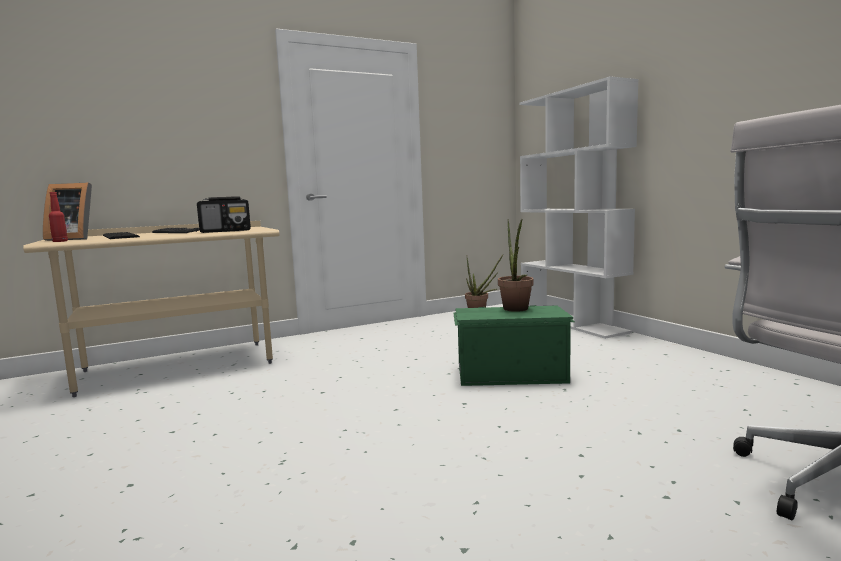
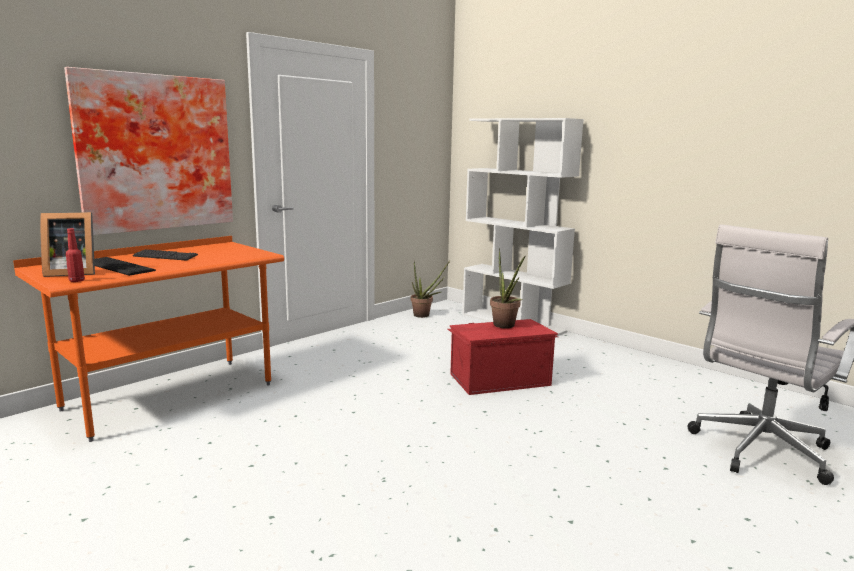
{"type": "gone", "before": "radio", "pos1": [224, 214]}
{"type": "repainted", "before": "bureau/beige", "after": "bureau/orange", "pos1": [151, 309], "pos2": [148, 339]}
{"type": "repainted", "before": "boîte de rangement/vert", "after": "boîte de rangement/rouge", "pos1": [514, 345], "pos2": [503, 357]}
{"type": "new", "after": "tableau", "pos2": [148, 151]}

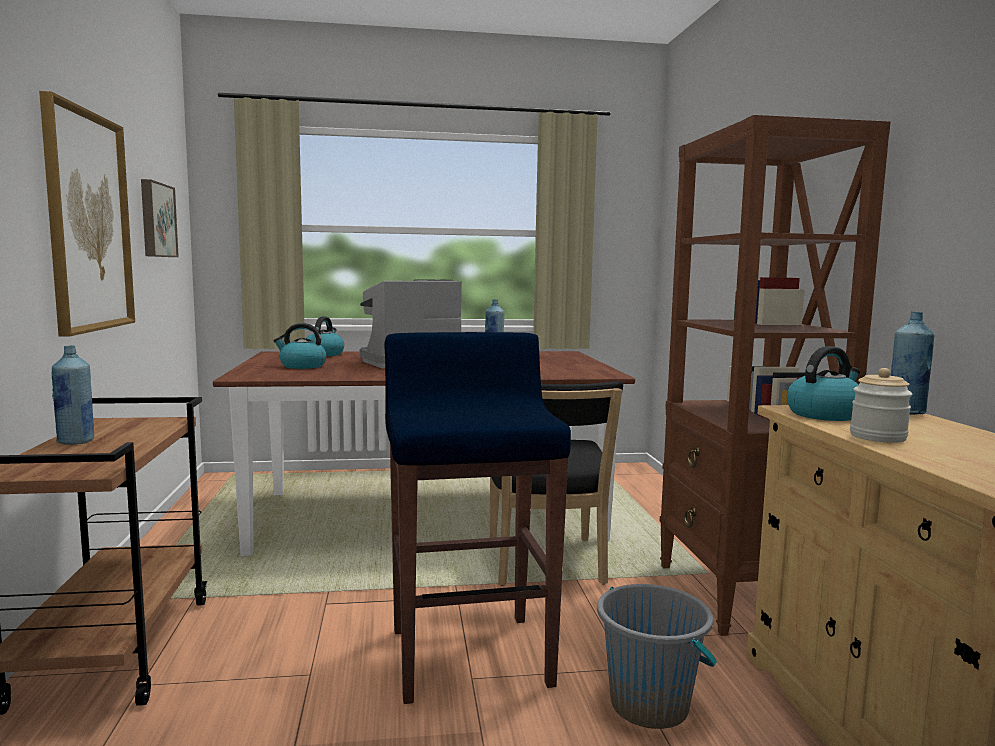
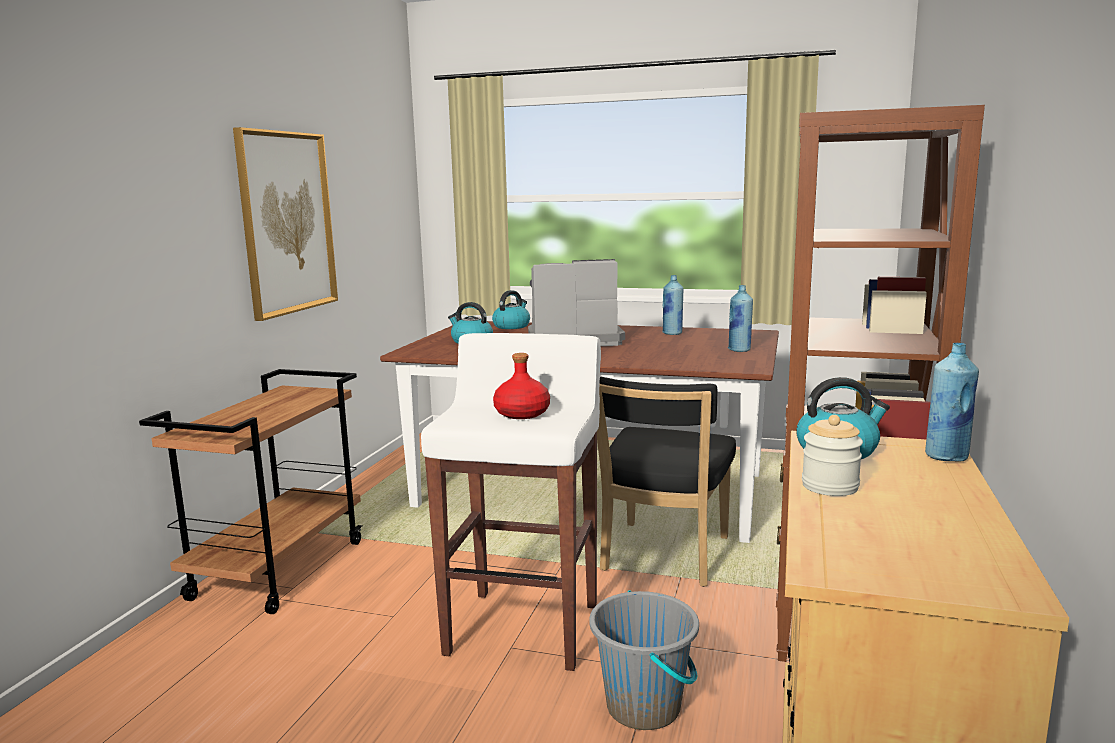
{"type": "gone", "before": "tableau", "pos1": [160, 218]}
{"type": "repainted", "before": "tabouret/bleu", "after": "tabouret/blanc", "pos1": [477, 518], "pos2": [511, 502]}
{"type": "shifted", "before": "bouteille/bleu", "pos1": [73, 395], "pos2": [740, 318]}
{"type": "new", "after": "bouteille/rouge", "pos2": [521, 386]}

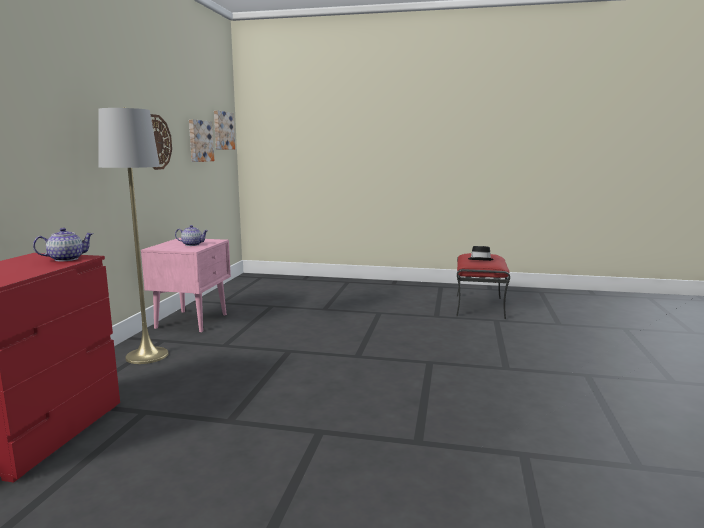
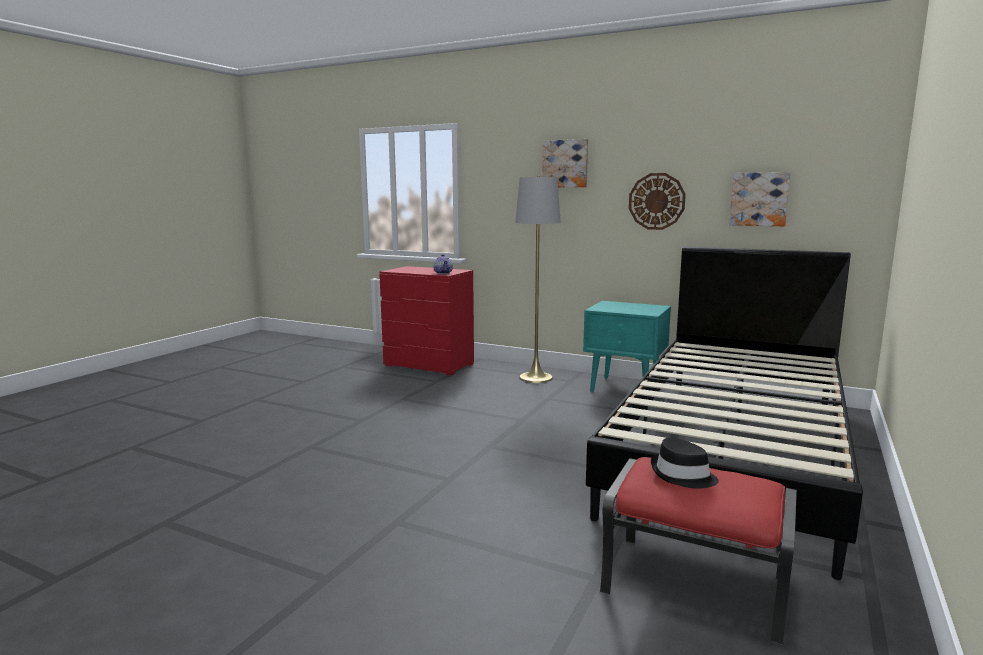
{"type": "shifted", "before": "tableau", "pos1": [224, 129], "pos2": [565, 163]}
{"type": "gone", "before": "théière", "pos1": [191, 235]}
{"type": "repainted", "before": "table de chevet/rose", "after": "table de chevet/turquoise", "pos1": [186, 285], "pos2": [627, 346]}
{"type": "new", "after": "lit/noir", "pos2": [724, 413]}

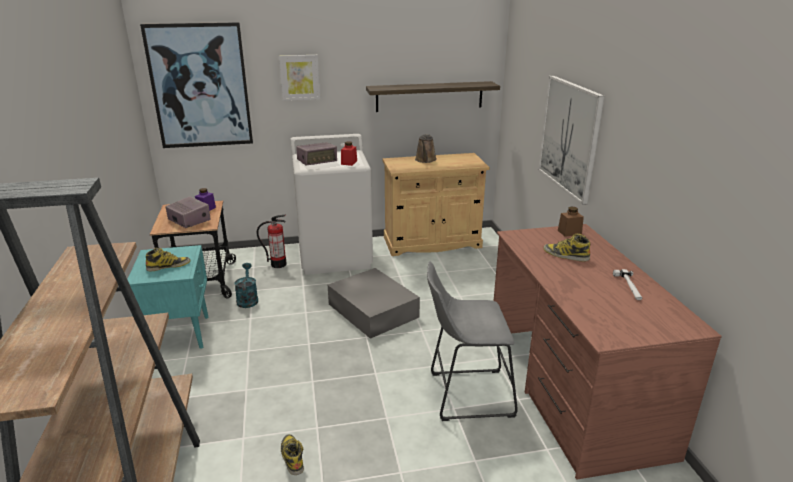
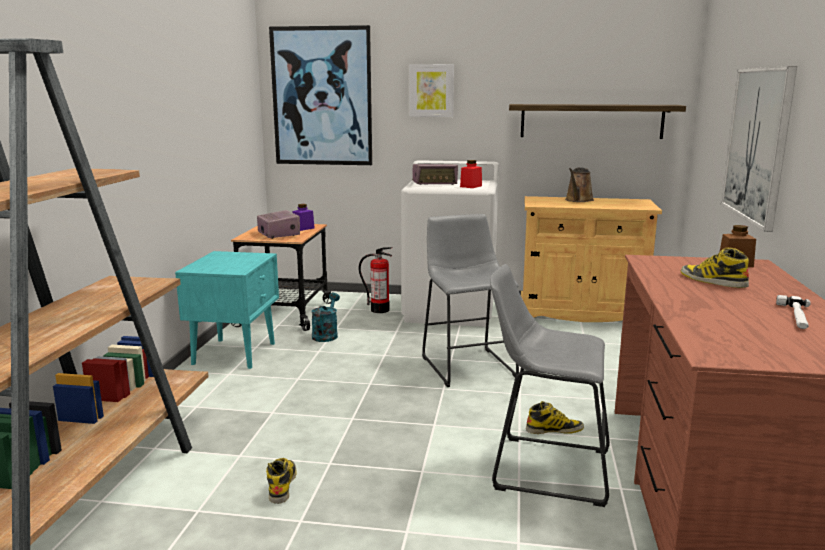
{"type": "shifted", "before": "botte", "pos1": [168, 259], "pos2": [555, 417]}
{"type": "swapped", "before": "boîte de rangement/gris", "after": "tabouret/gris", "pos1": [374, 303], "pos2": [470, 300]}

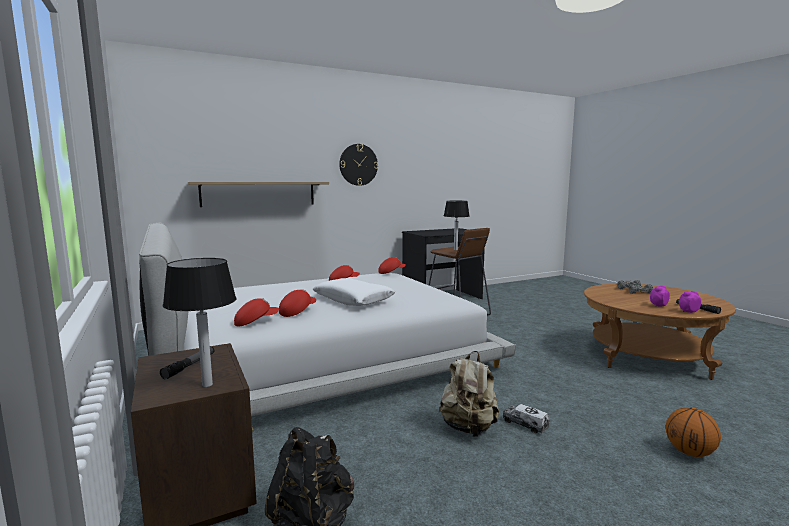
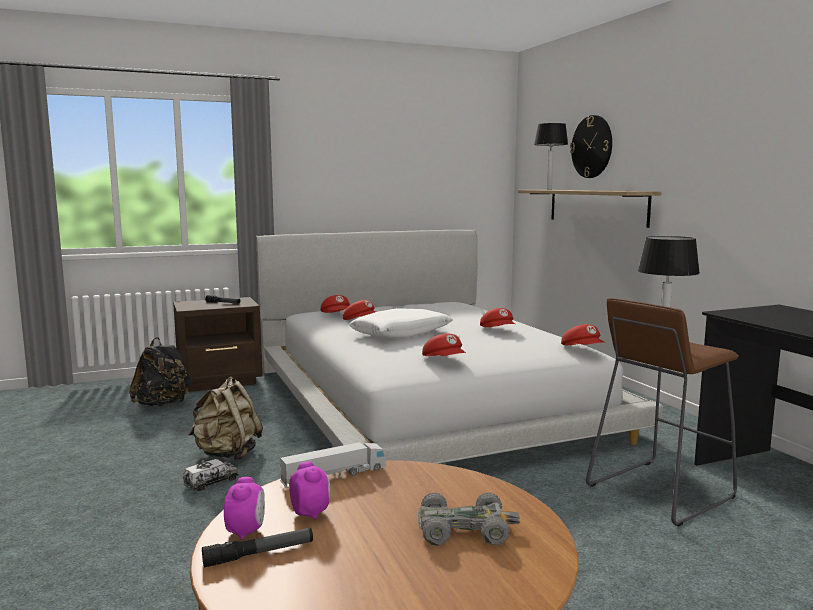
{"type": "shifted", "before": "horloge murale", "pos1": [358, 165], "pos2": [591, 146]}
{"type": "shifted", "before": "lampe de table", "pos1": [199, 322], "pos2": [551, 156]}
{"type": "gone", "before": "ballon de basket", "pos1": [693, 432]}
{"type": "new", "after": "casquette/rouge", "pos2": [444, 345]}
{"type": "new", "after": "camion jouet", "pos2": [333, 464]}

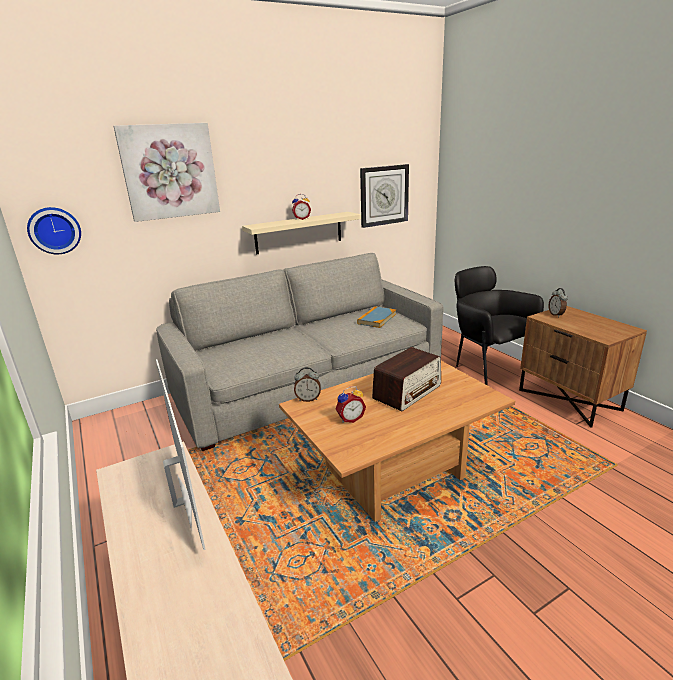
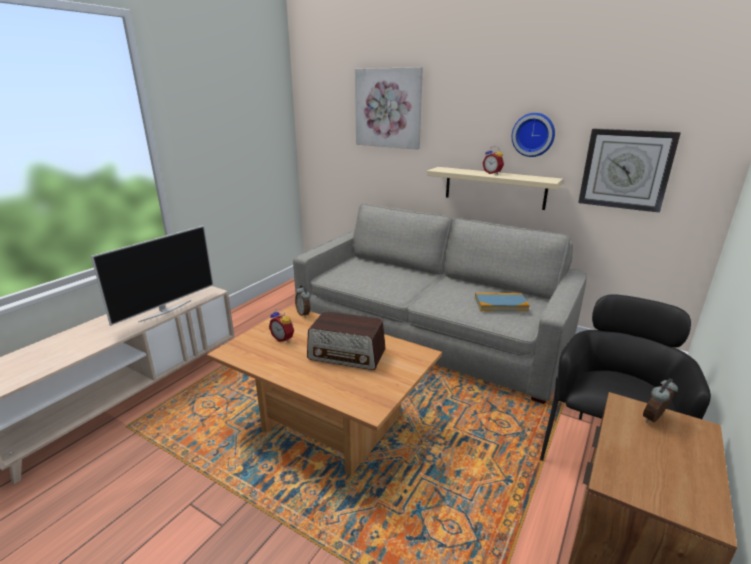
{"type": "shifted", "before": "horloge murale", "pos1": [54, 230], "pos2": [533, 135]}

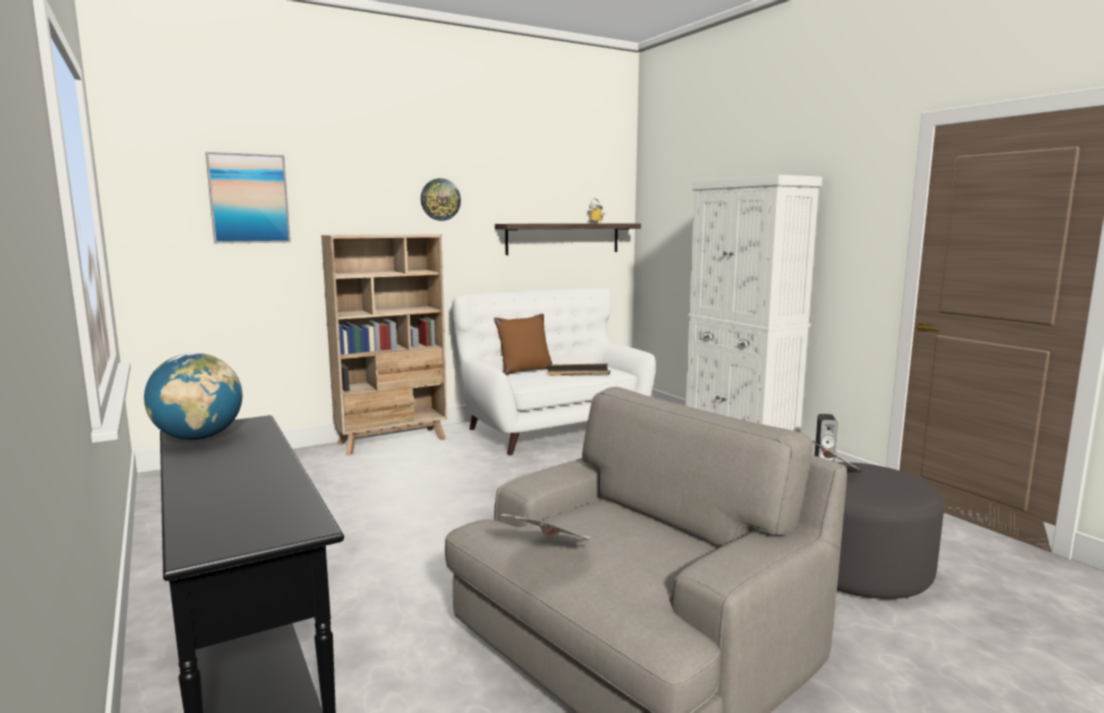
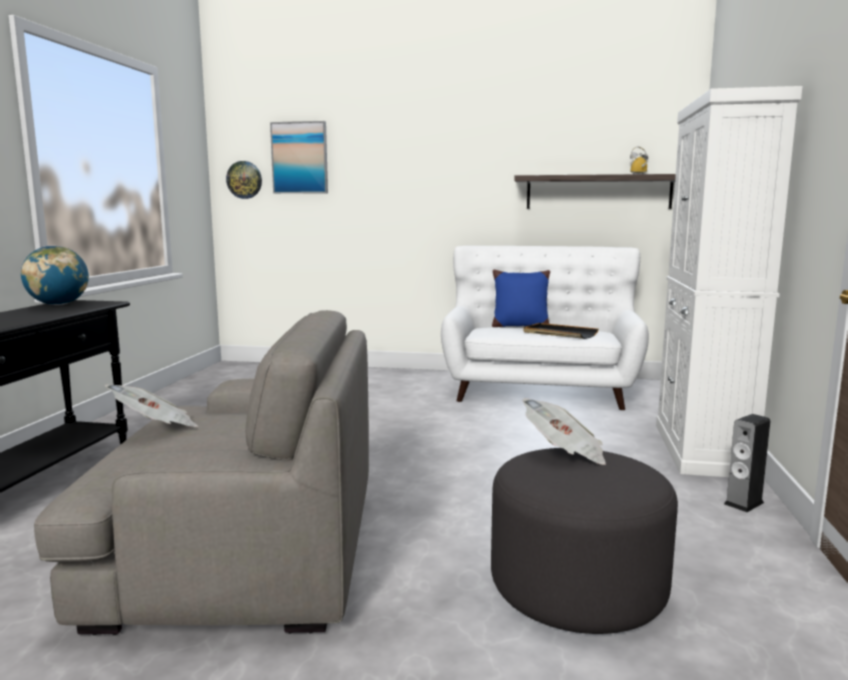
{"type": "shifted", "before": "horloge murale", "pos1": [441, 199], "pos2": [244, 180]}
{"type": "gone", "before": "bibliothèque/beige", "pos1": [384, 344]}
{"type": "repainted", "before": "coussin/marron", "after": "coussin/bleu", "pos1": [523, 344], "pos2": [521, 298]}

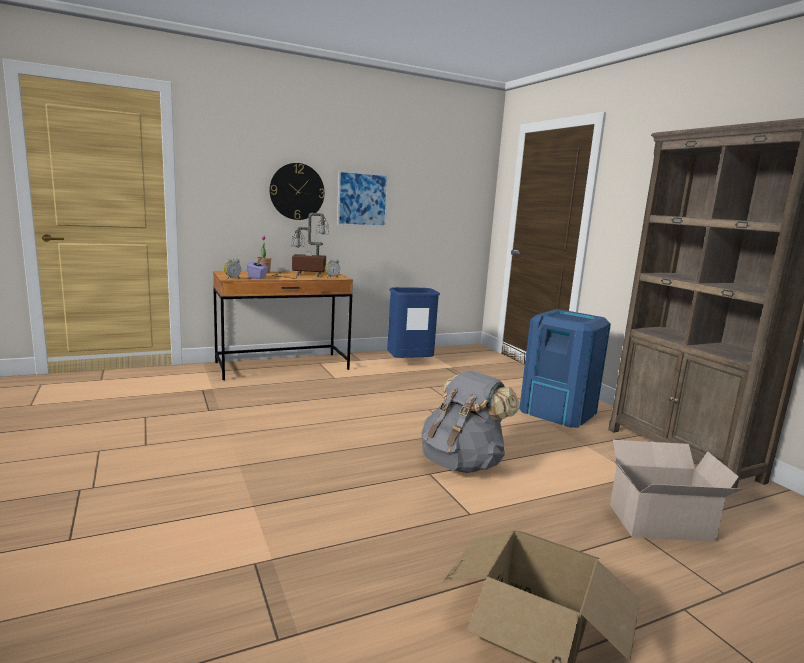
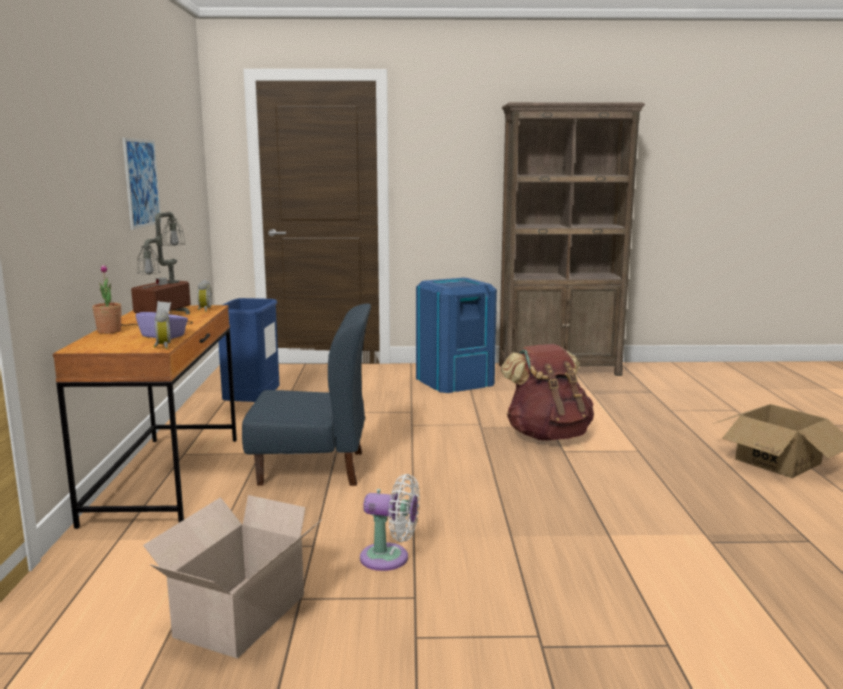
{"type": "gone", "before": "horloge murale", "pos1": [297, 191]}
{"type": "repainted", "before": "sac à dos/gris", "after": "sac à dos/marron", "pos1": [470, 422], "pos2": [547, 392]}
{"type": "shifted", "before": "carton", "pos1": [674, 491], "pos2": [232, 577]}
{"type": "new", "after": "chaise/bleu", "pos2": [306, 395]}
{"type": "new", "after": "ventilateur/blanc", "pos2": [390, 522]}

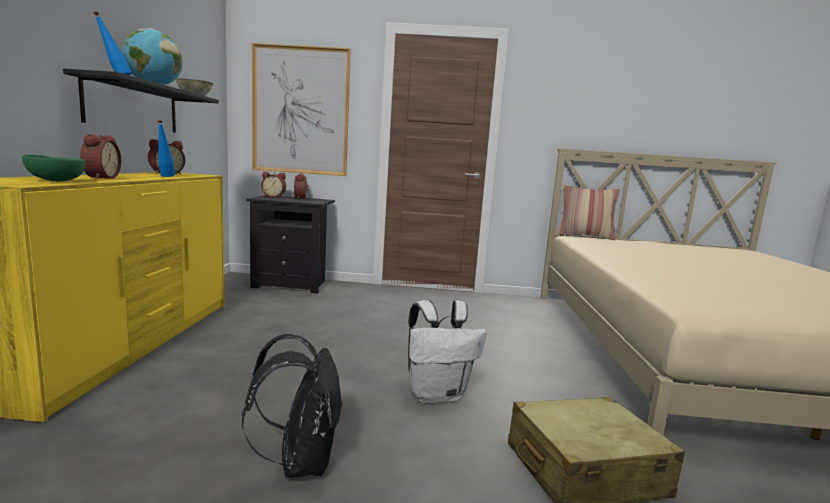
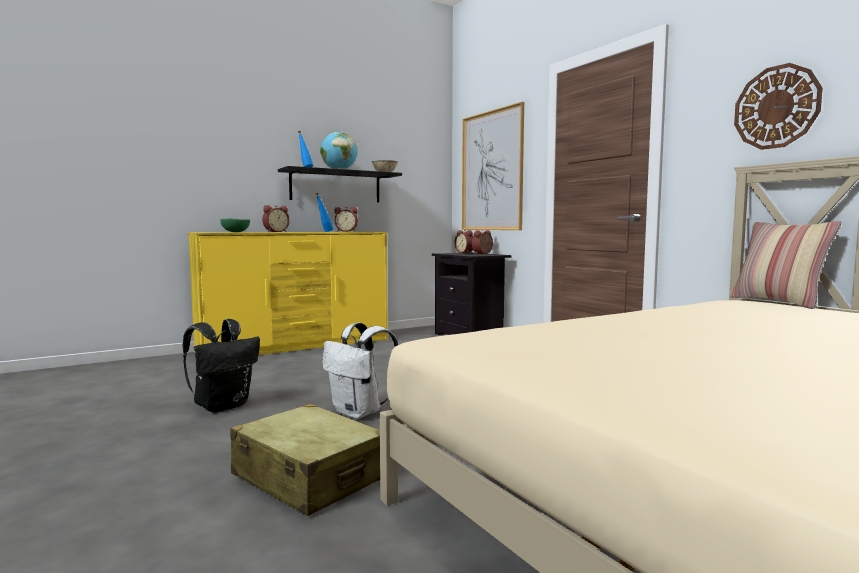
{"type": "new", "after": "horloge murale", "pos2": [778, 106]}

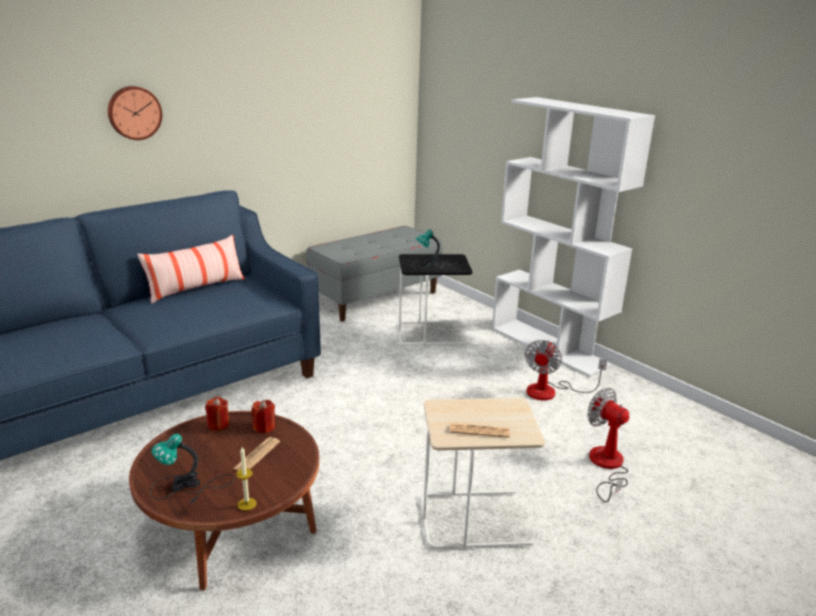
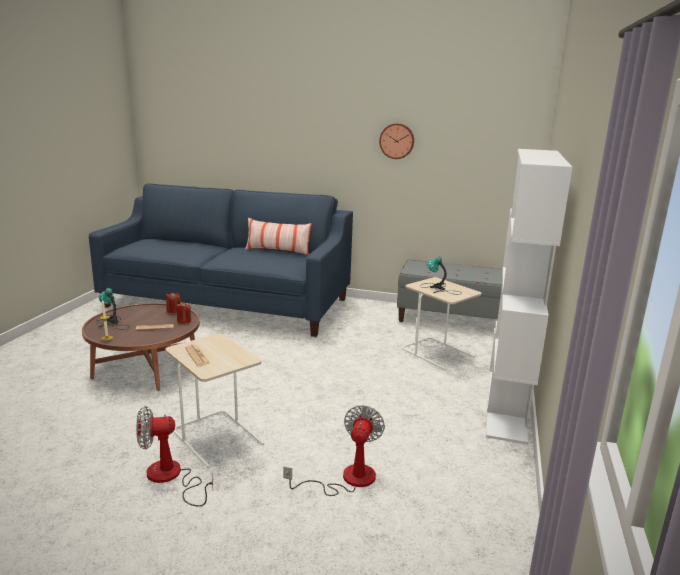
{"type": "shifted", "before": "horloge murale", "pos1": [135, 113], "pos2": [396, 141]}
{"type": "repainted", "before": "table d'appoint/noir", "after": "table d'appoint/beige", "pos1": [434, 299], "pos2": [441, 323]}
{"type": "shifted", "before": "ventilateur", "pos1": [566, 370], "pos2": [174, 456]}

